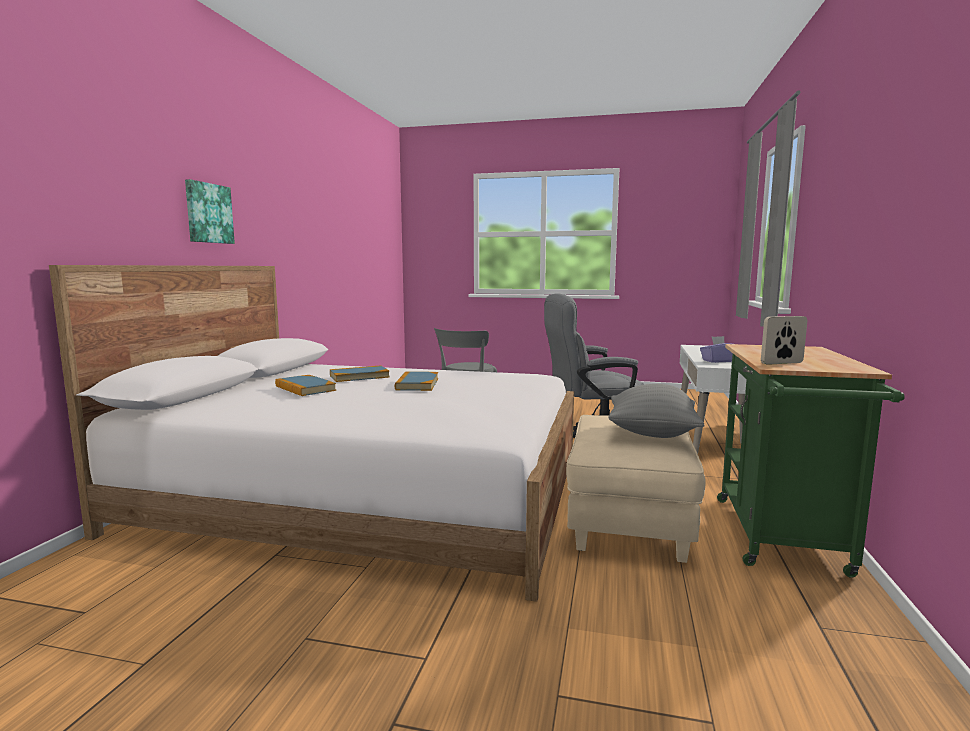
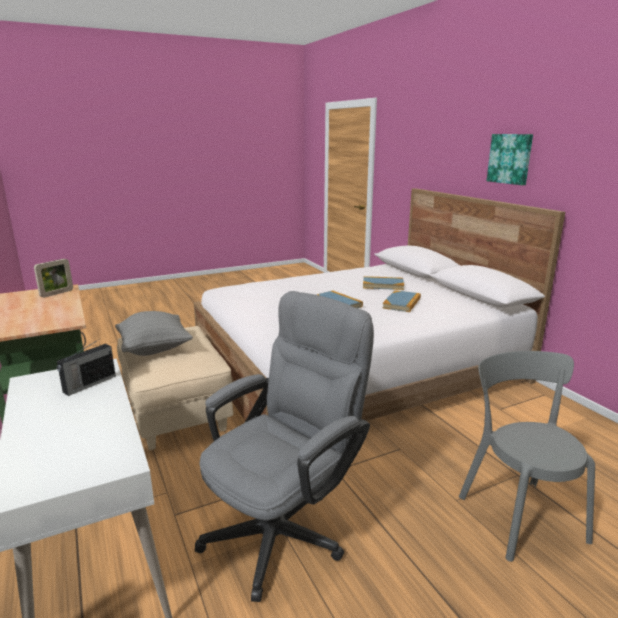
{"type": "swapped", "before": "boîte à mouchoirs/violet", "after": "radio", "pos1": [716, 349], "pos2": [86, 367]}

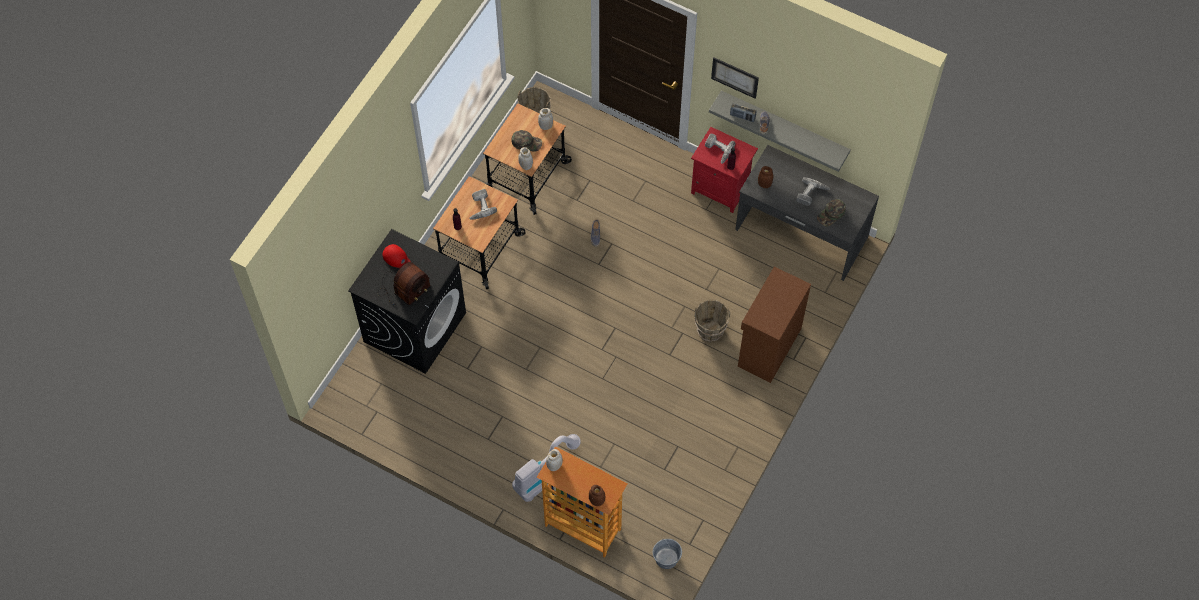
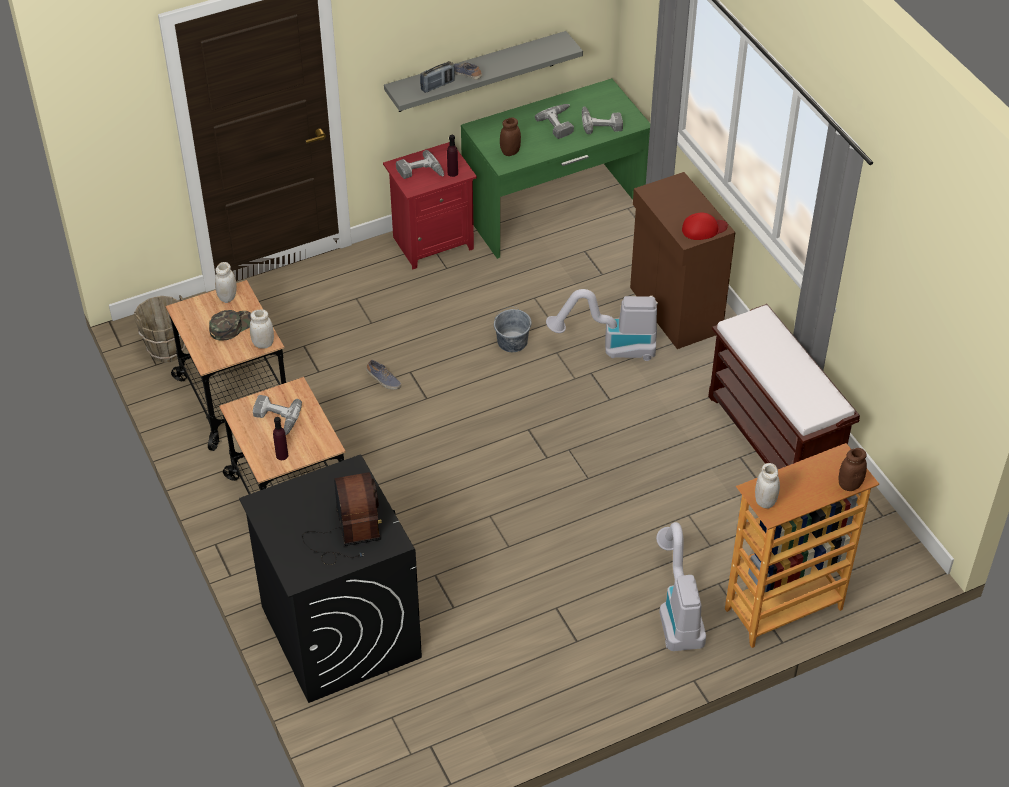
{"type": "gone", "before": "tableau", "pos1": [735, 78]}
{"type": "repainted", "before": "bureau/gris", "after": "bureau/vert", "pos1": [807, 213], "pos2": [555, 168]}
{"type": "swapped", "before": "casquette/vert", "after": "perceuse", "pos1": [831, 212], "pos2": [602, 120]}
{"type": "shifted", "before": "casquette/rouge", "pos1": [396, 256], "pos2": [705, 226]}
{"type": "swapped", "before": "seau/marron", "after": "aspirateur", "pos1": [712, 321], "pos2": [601, 325]}
{"type": "shifted", "before": "seau/gris", "pos1": [667, 554], "pos2": [513, 329]}
{"type": "new", "after": "banc/marron", "pos2": [784, 386]}

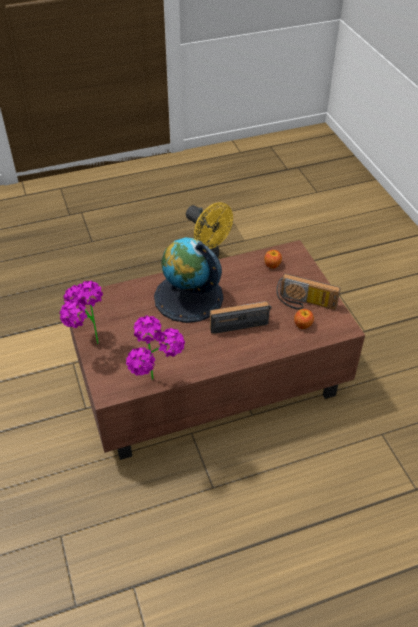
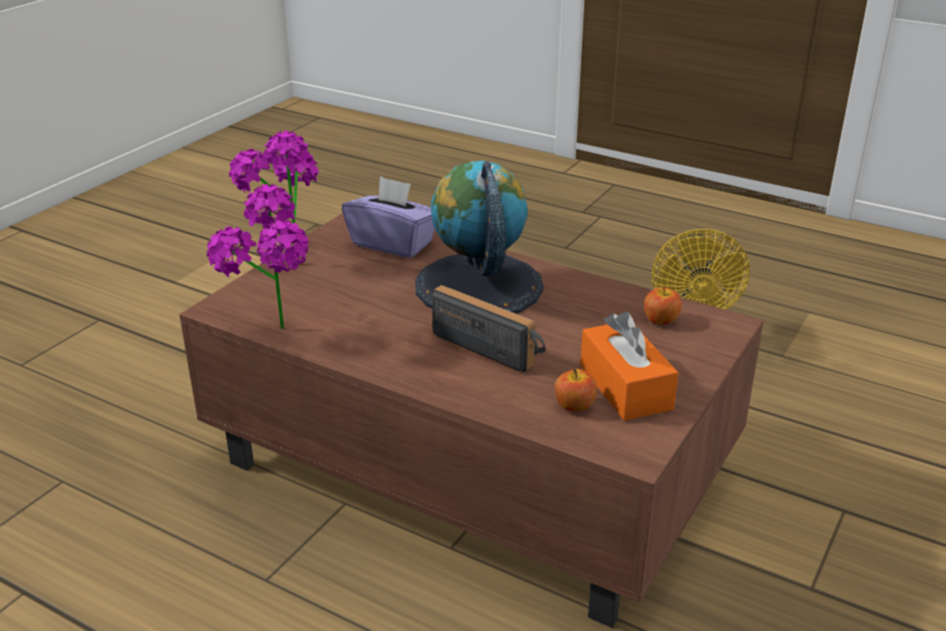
{"type": "swapped", "before": "radio", "after": "boîte à mouchoirs/orange", "pos1": [308, 292], "pos2": [629, 366]}
{"type": "new", "after": "boîte à mouchoirs/violet", "pos2": [388, 217]}

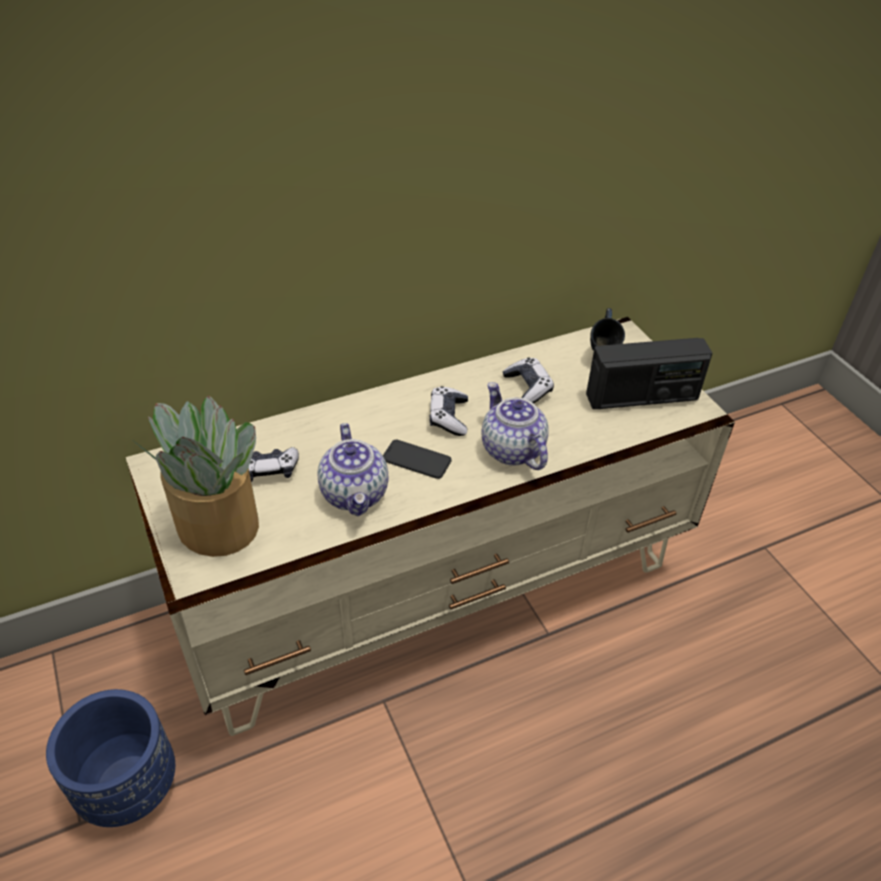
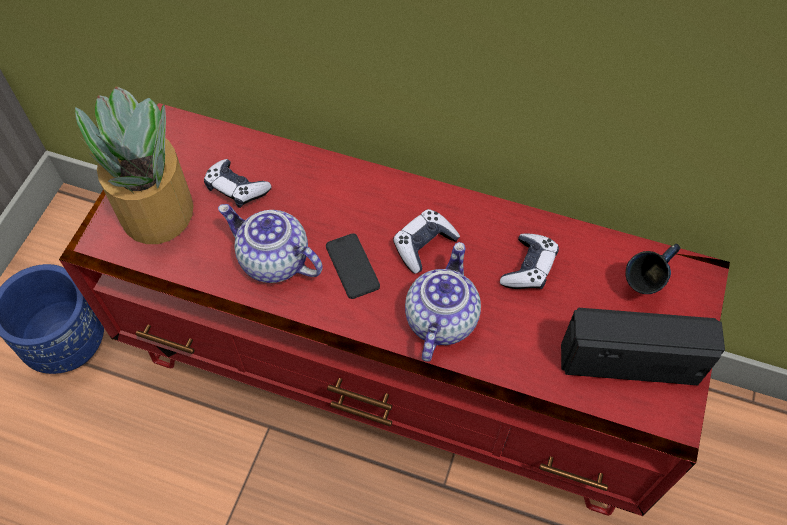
{"type": "repainted", "before": "meuble télé/beige", "after": "meuble télé/rouge", "pos1": [430, 526], "pos2": [394, 309]}
{"type": "rotated", "before": "radio", "pos1": [649, 373], "pos2": [643, 346], "turn": 150}
{"type": "rotated", "before": "théière", "pos1": [353, 469], "pos2": [270, 243], "turn": 90}

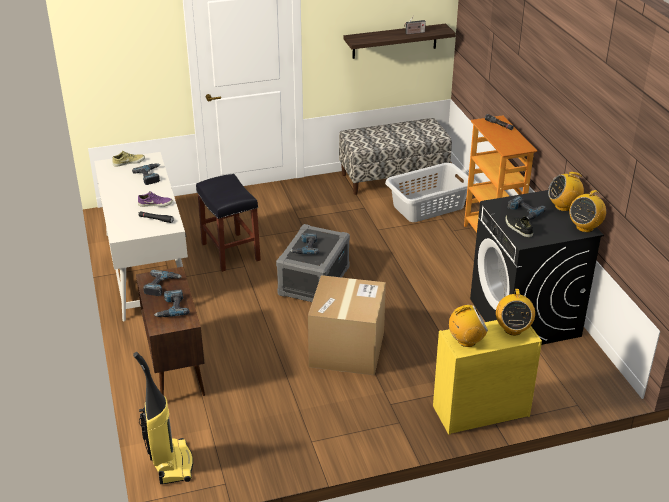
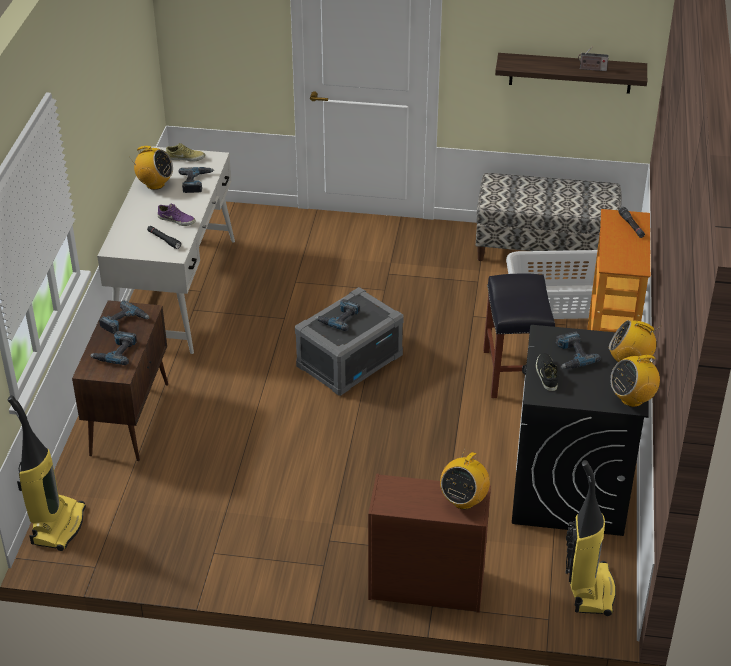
{"type": "shifted", "before": "tabouret/noir", "pos1": [228, 223], "pos2": [519, 335]}
{"type": "gone", "before": "carton", "pos1": [347, 325]}
{"type": "shifted", "before": "radio", "pos1": [468, 326], "pos2": [151, 168]}
{"type": "repainted", "before": "commode/jaune", "after": "commode/marron", "pos1": [487, 377], "pos2": [429, 543]}
{"type": "new", "after": "aspirateur", "pos2": [591, 538]}

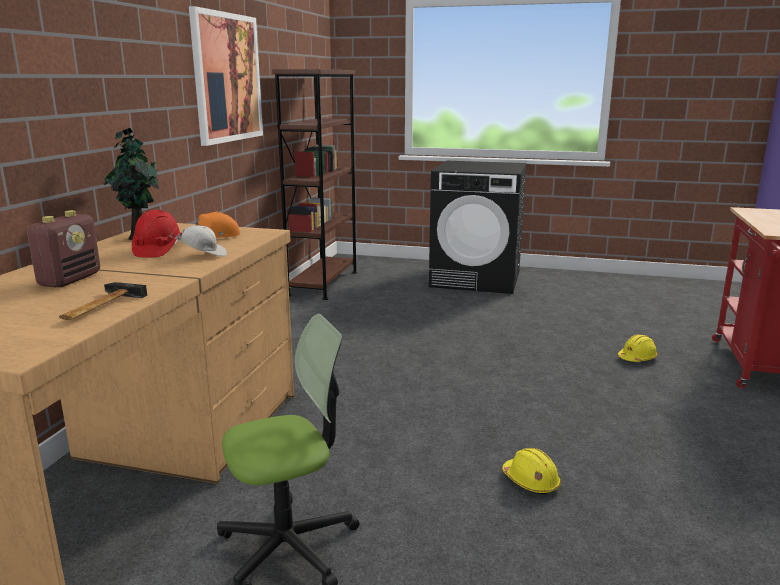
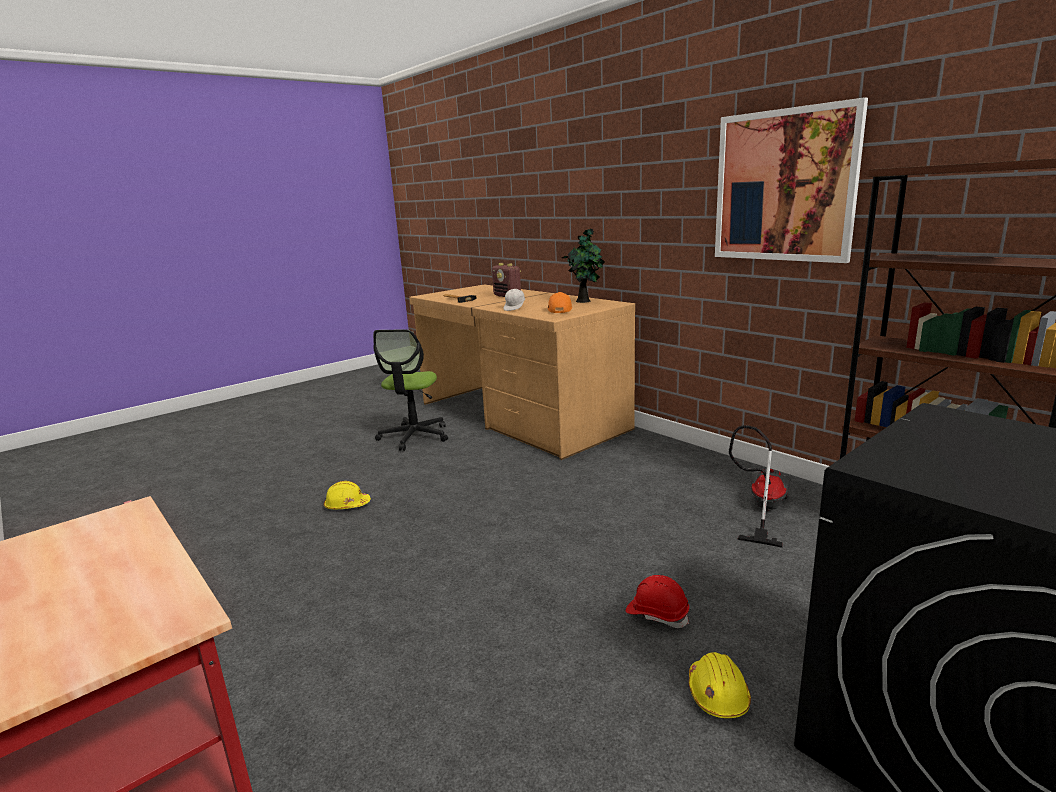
{"type": "shifted", "before": "casque de chantier/rouge", "pos1": [157, 234], "pos2": [657, 601]}
{"type": "shifted", "before": "casque de chantier/jaune", "pos1": [638, 348], "pos2": [720, 685]}
{"type": "new", "after": "aspirateur", "pos2": [759, 486]}

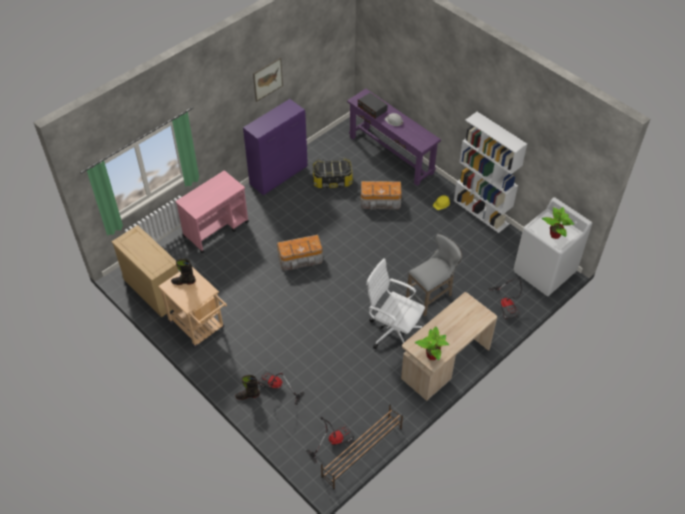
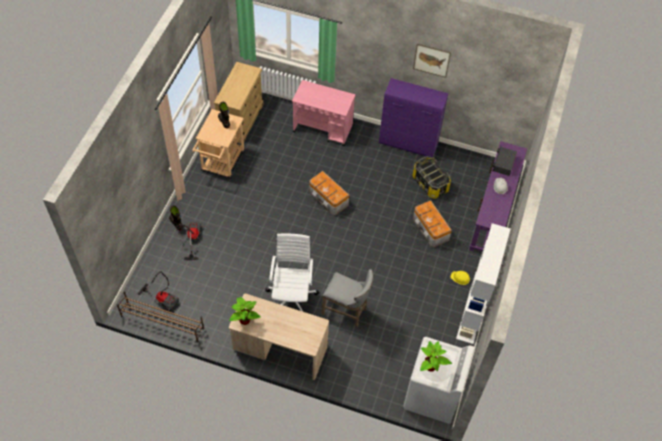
{"type": "gone", "before": "aspirateur", "pos1": [505, 299]}

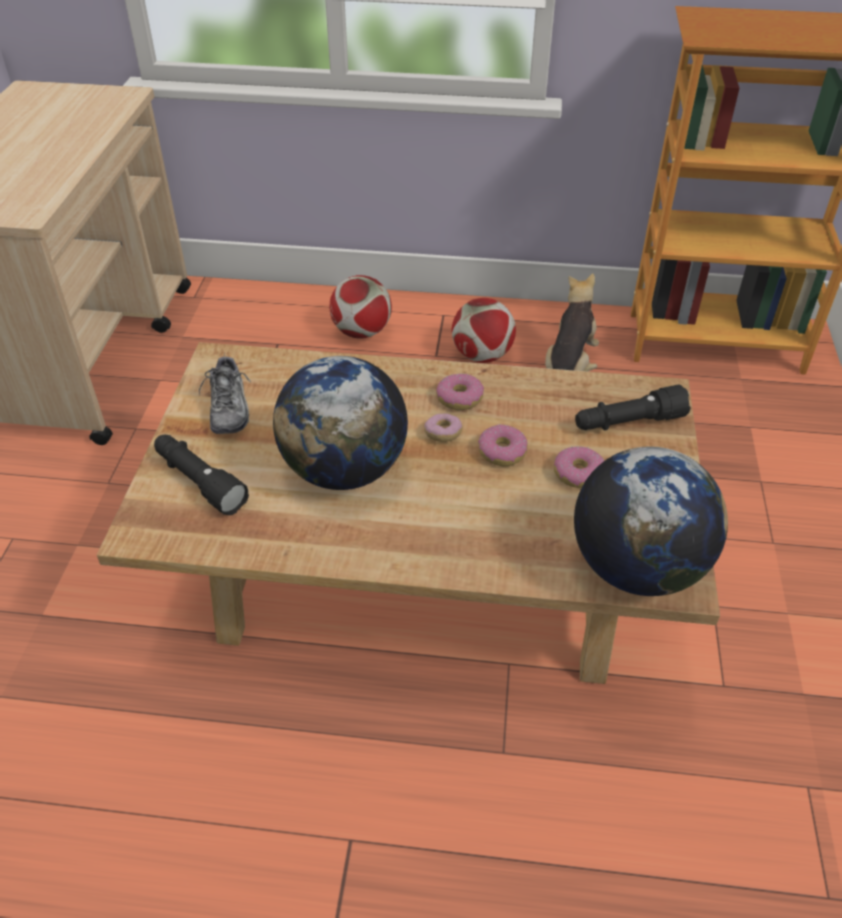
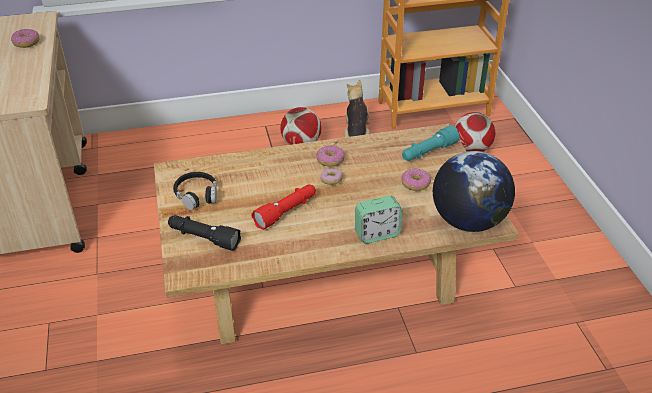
{"type": "shifted", "before": "ballon de foot", "pos1": [361, 307], "pos2": [474, 132]}
{"type": "swapped", "before": "globe", "after": "lampe de poche/rouge", "pos1": [340, 423], "pos2": [284, 207]}
{"type": "swapped", "before": "chaussure", "after": "casque audio/noir", "pos1": [225, 395], "pos2": [195, 191]}
{"type": "repainted", "before": "lampe de poche/noir", "after": "lampe de poche/turquoise", "pos1": [632, 407], "pos2": [431, 143]}
{"type": "shifted", "before": "beignet", "pos1": [503, 445], "pos2": [25, 38]}
{"type": "new", "after": "réveil", "pos2": [378, 219]}

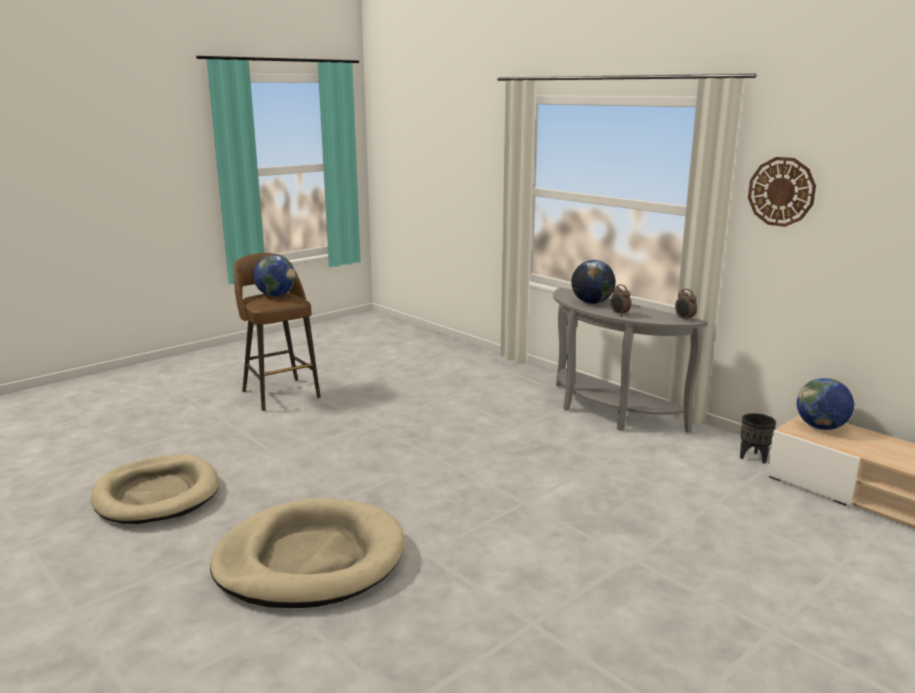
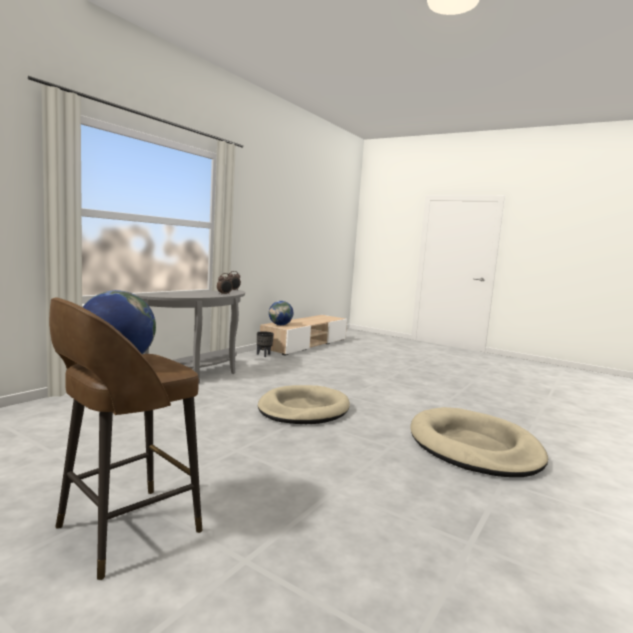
{"type": "gone", "before": "horloge murale", "pos1": [782, 192]}
{"type": "gone", "before": "globe", "pos1": [593, 282]}
{"type": "shifted", "before": "panier pour chien/beige", "pos1": [155, 489], "pos2": [304, 404]}

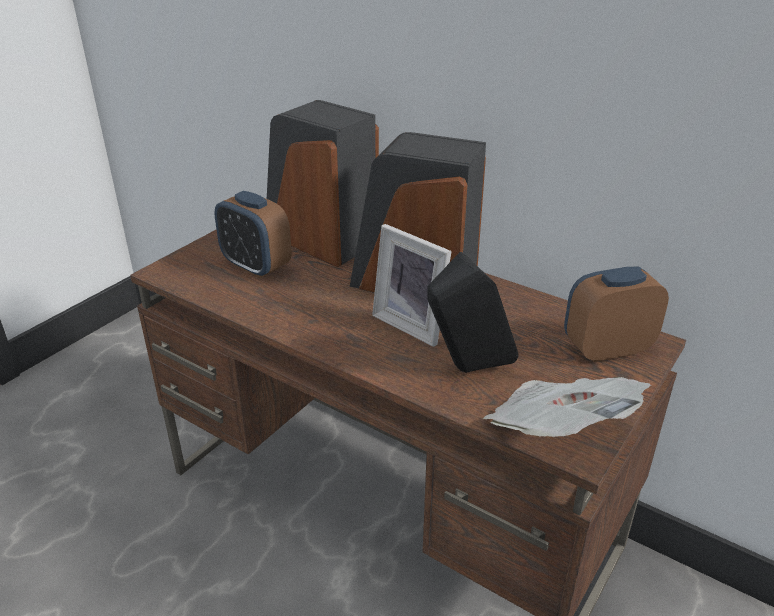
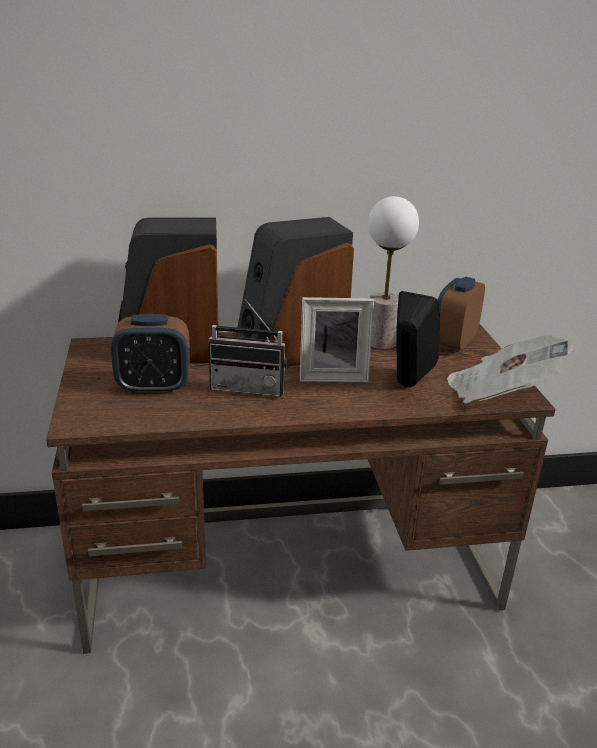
{"type": "new", "after": "lampe de table", "pos2": [393, 273]}
{"type": "new", "after": "radio", "pos2": [248, 348]}

